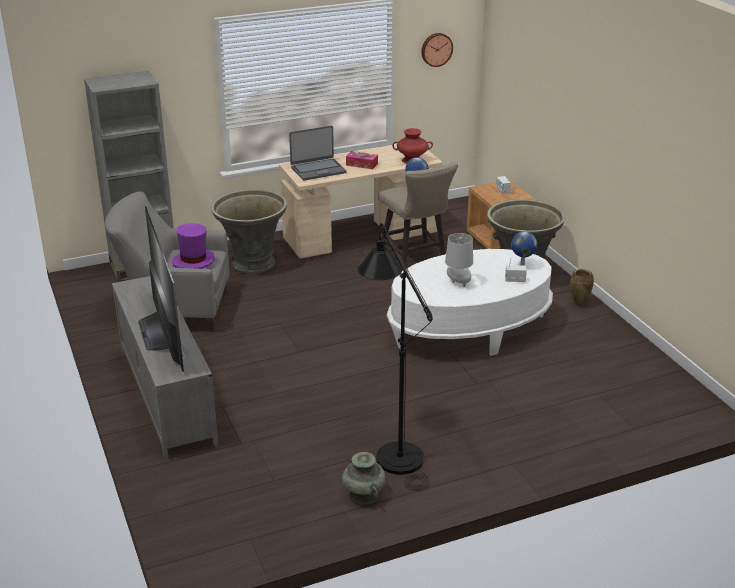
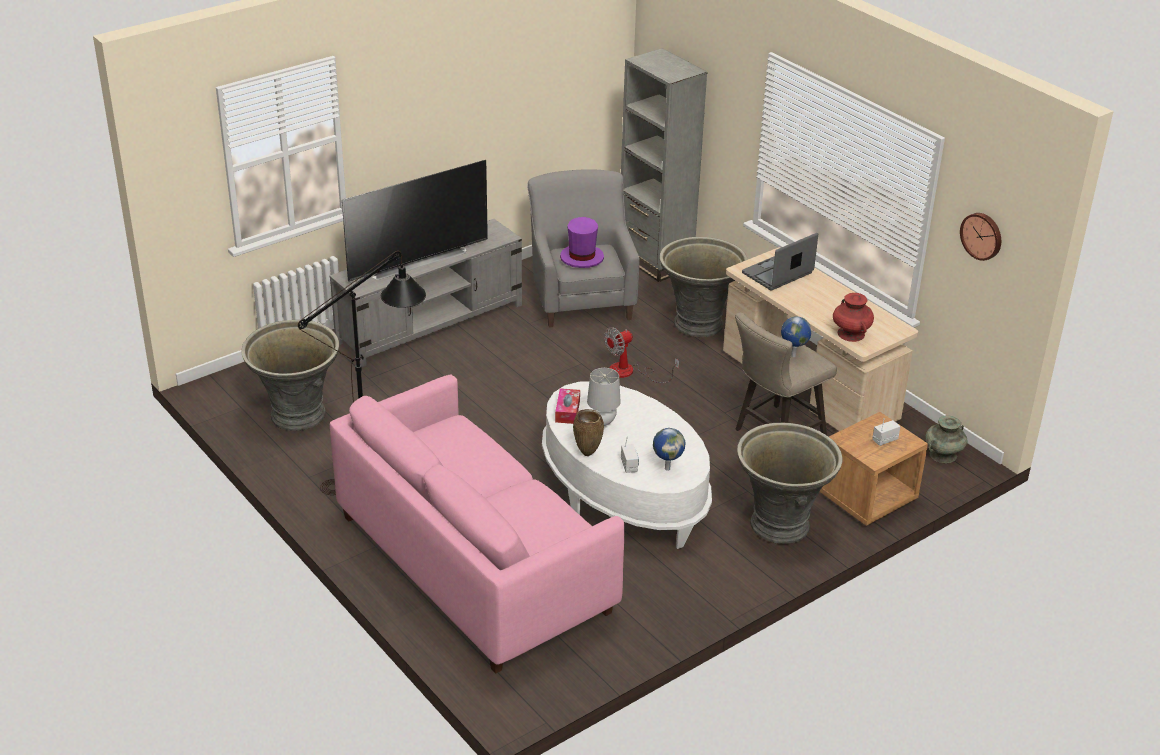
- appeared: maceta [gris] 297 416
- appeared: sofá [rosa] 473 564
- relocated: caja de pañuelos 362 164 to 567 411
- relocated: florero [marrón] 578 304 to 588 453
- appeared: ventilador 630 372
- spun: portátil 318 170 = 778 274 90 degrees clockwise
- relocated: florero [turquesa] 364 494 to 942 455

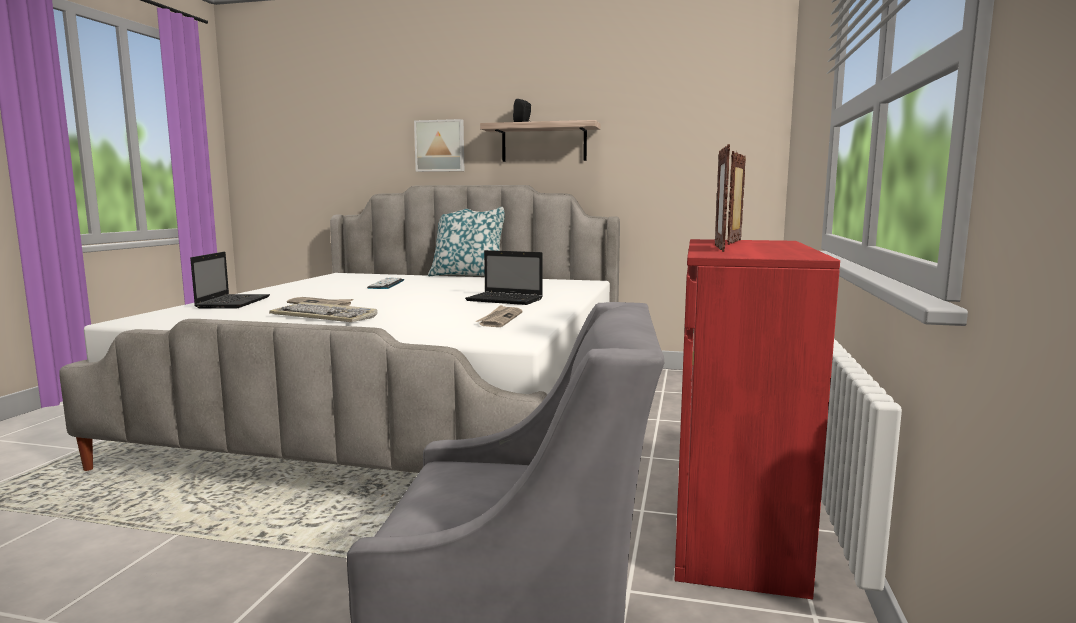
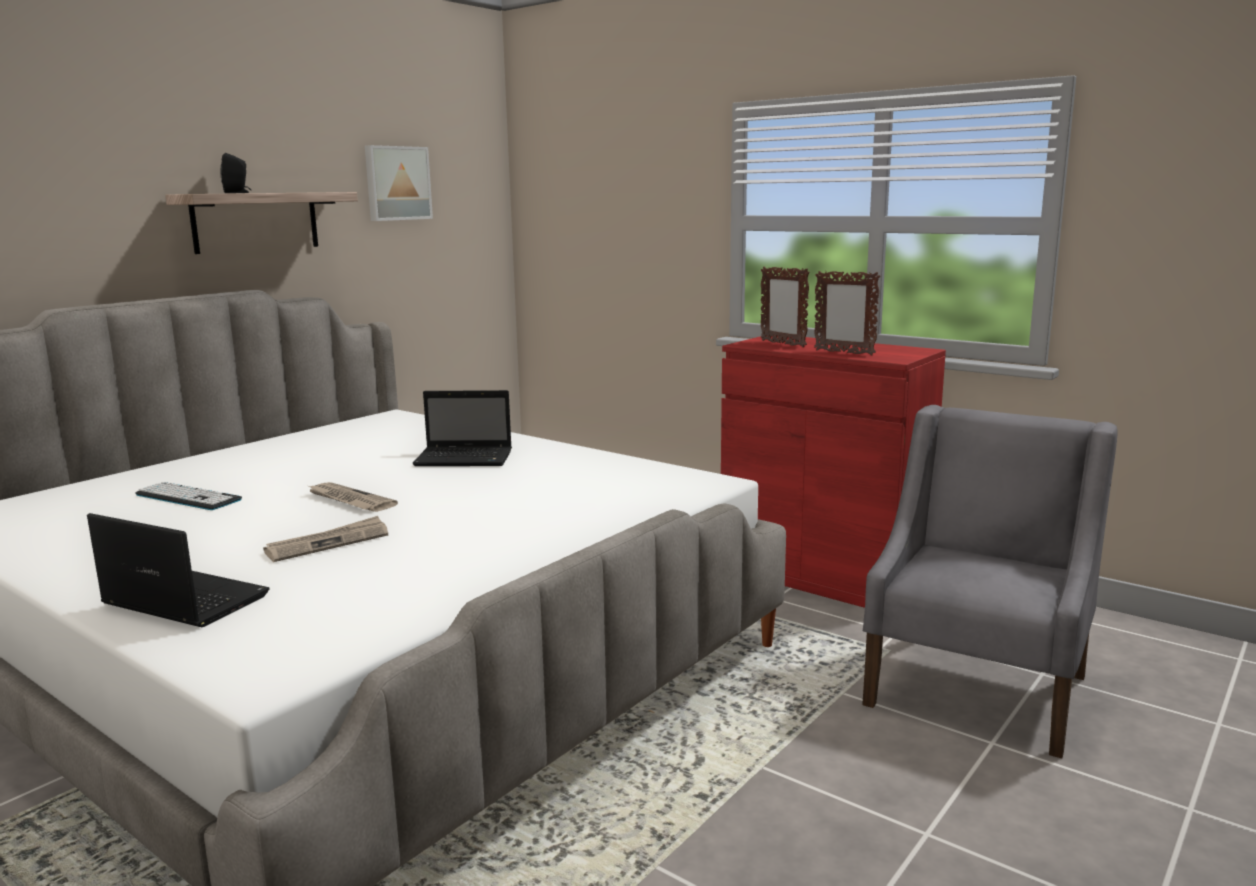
- relocated: periódico 500 319 to 349 500
- relocated: cuadro 440 146 to 397 183
- spun: portátil 506 300 = 466 458 45 degrees clockwise
- missing: teclado 325 317
- missing: cojín 468 276

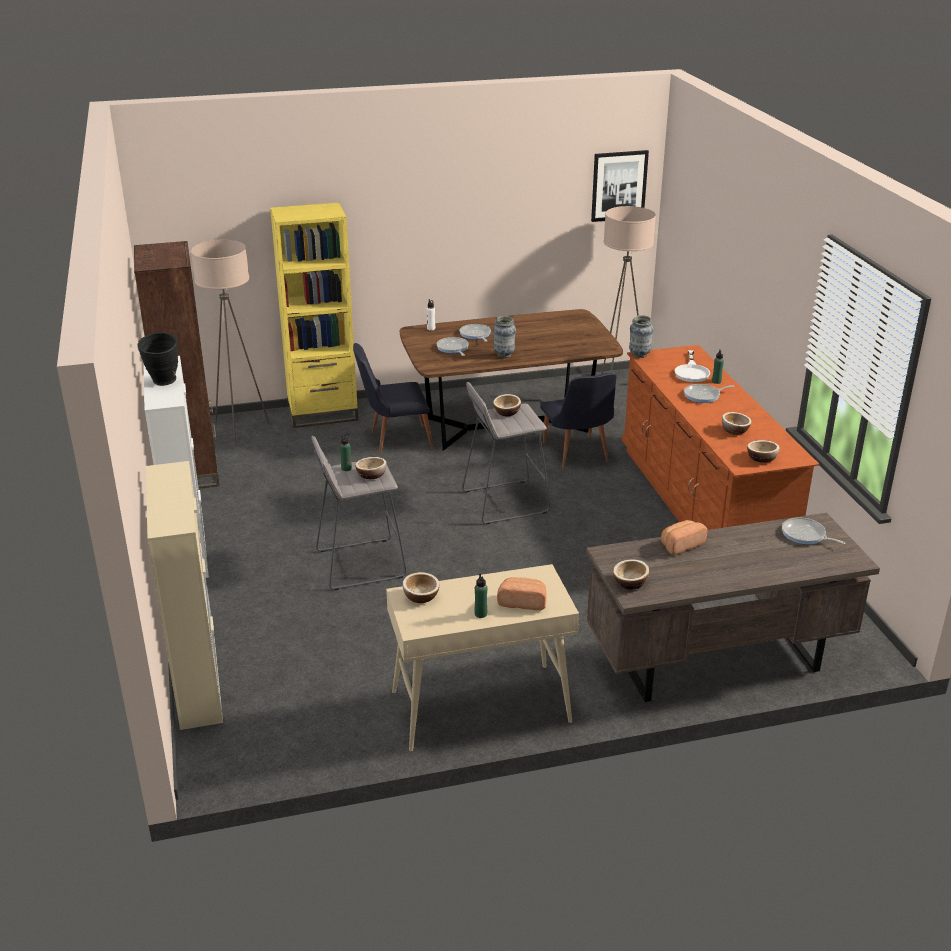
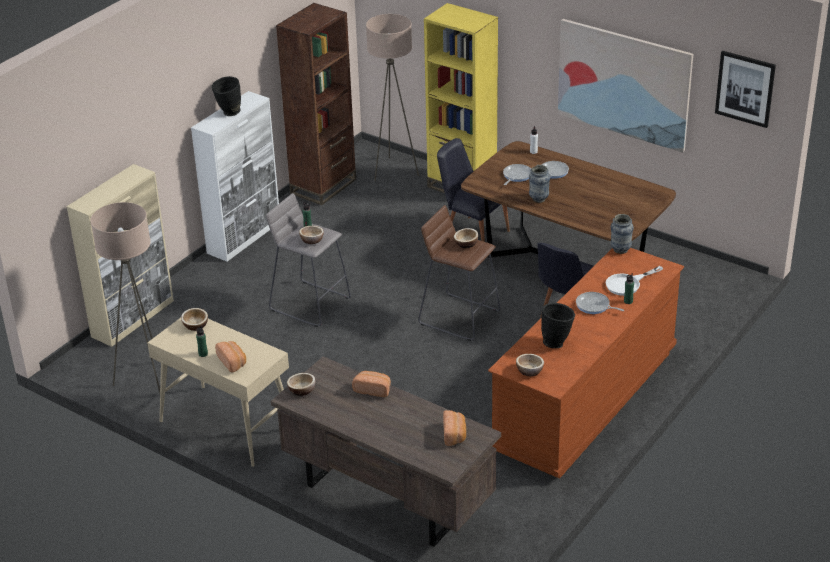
- relocated: lámpara de pie [beis] 619 385 to 145 380
- colour: taburete [gris] 504 502 to taburete [marrón] 459 316
- exchanged: sartén 805 535 to pan 455 435
- exchanged: cuenco 735 430 to florero [negro] 557 342
- appeared: cuadro 624 84

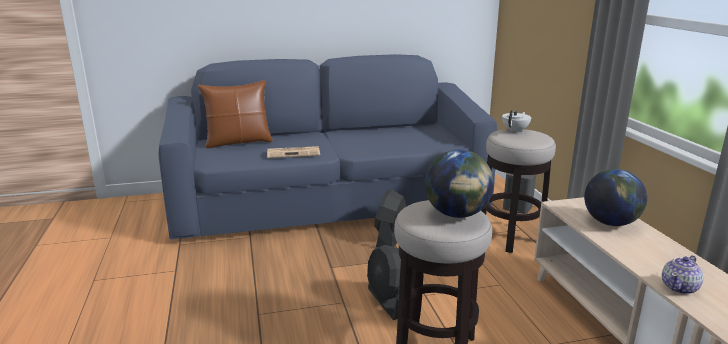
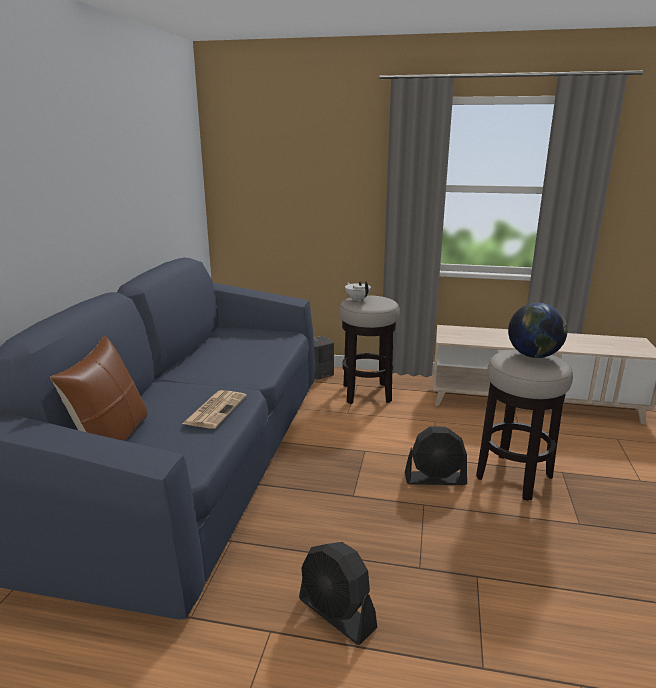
- relocated: ventilador [negro] 390 237 to 337 614
- missing: globo terráqueo 610 223
- missing: tetera 680 287

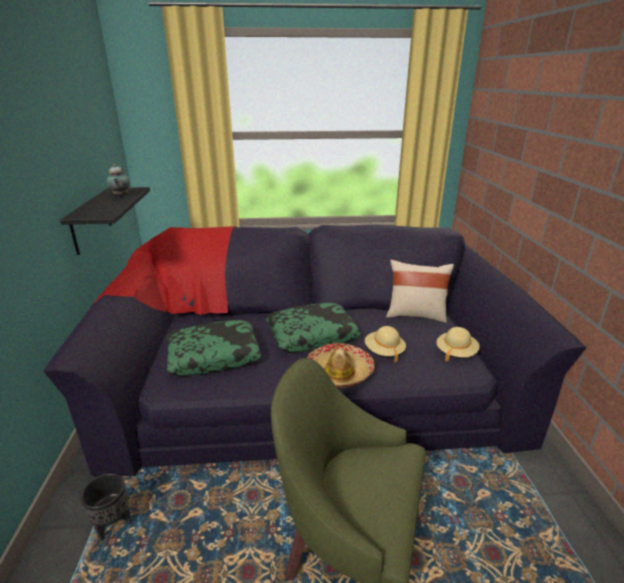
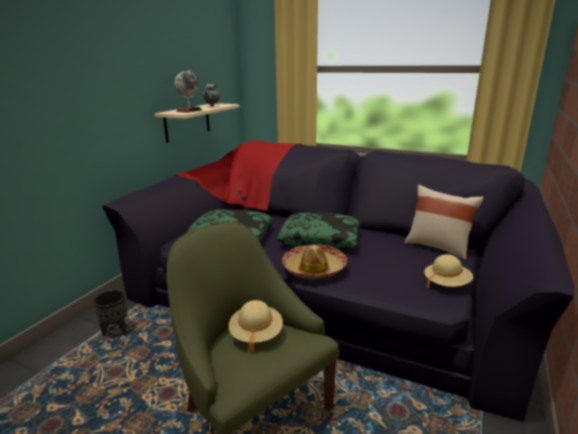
- colour: estante [negro] 91 220 to estante [beis] 187 122
- appeared: globo terráqueo 189 110
- relocated: sombrero [beis] 384 351 to 256 334

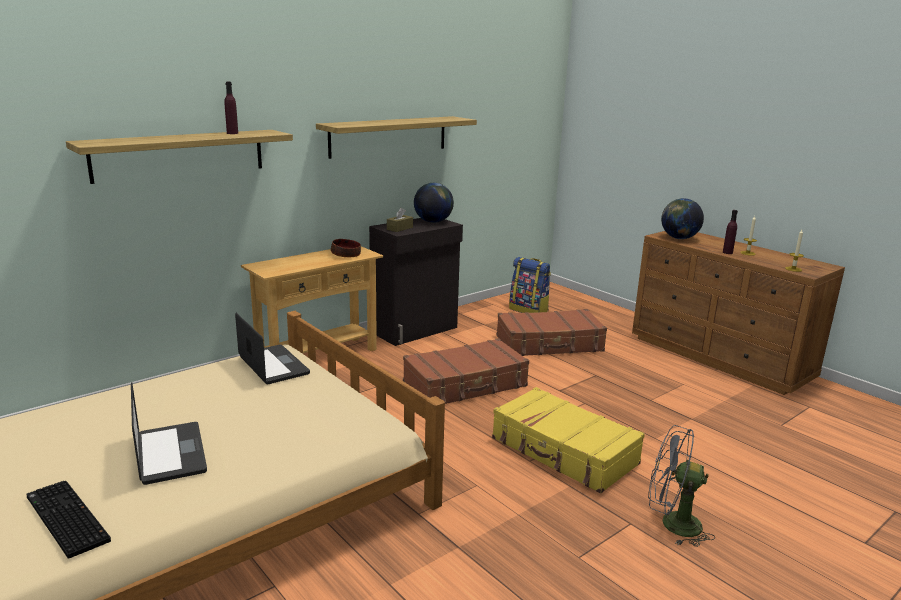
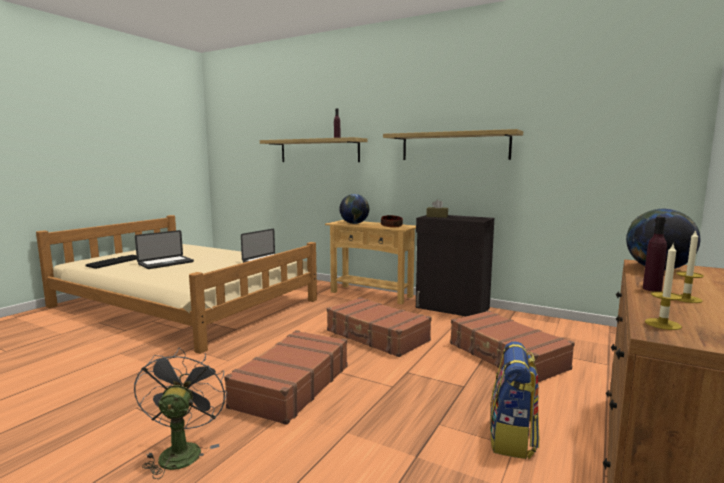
- colour: maleta [amarillo] 563 452 to maleta [marrón] 291 386
- relocated: globo terráqueo 433 222 to 354 223
- relocated: mochila 529 310 to 512 439

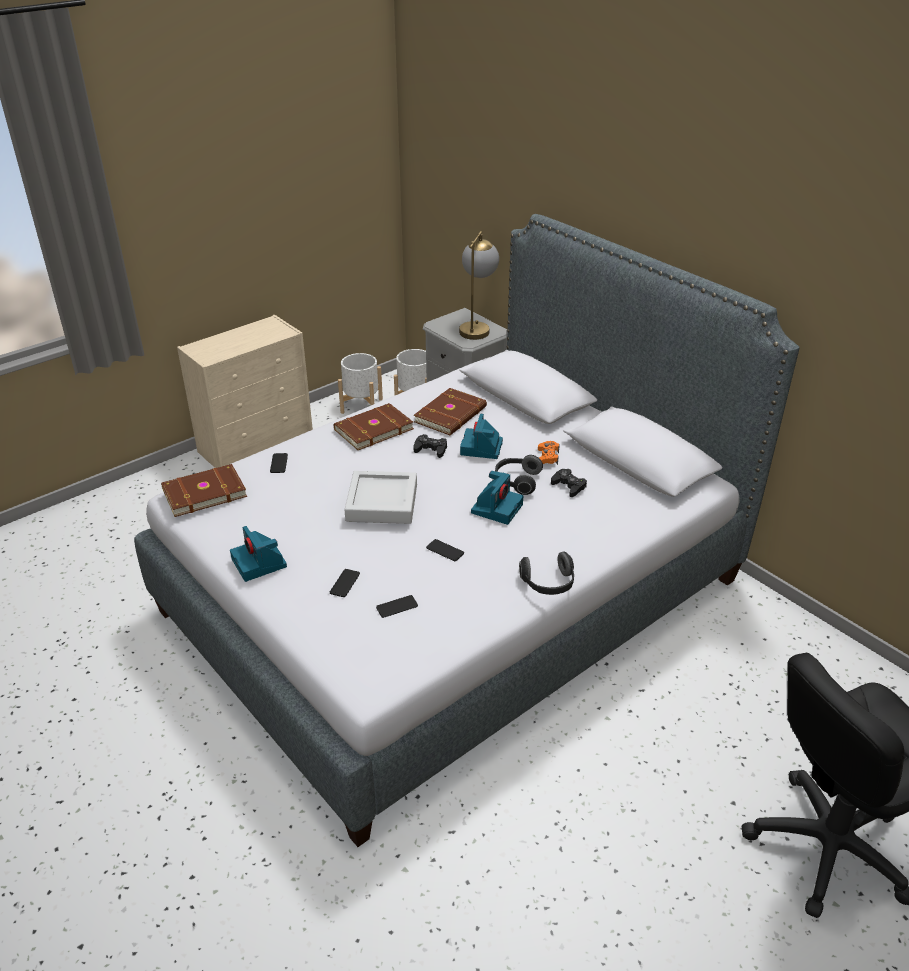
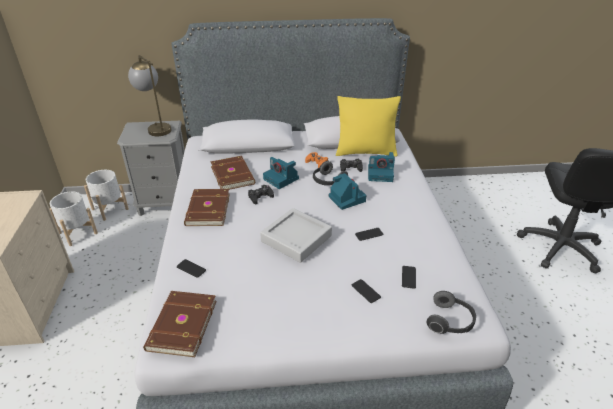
- appeared: cojín [amarillo] 365 152
- relocated: cámara 260 563 to 381 174
- relocated: auriculares 548 584 to 450 322

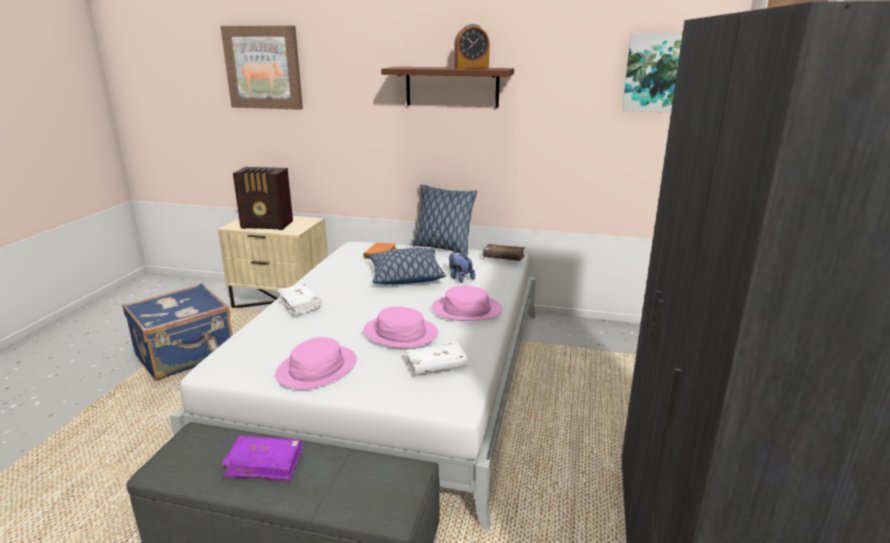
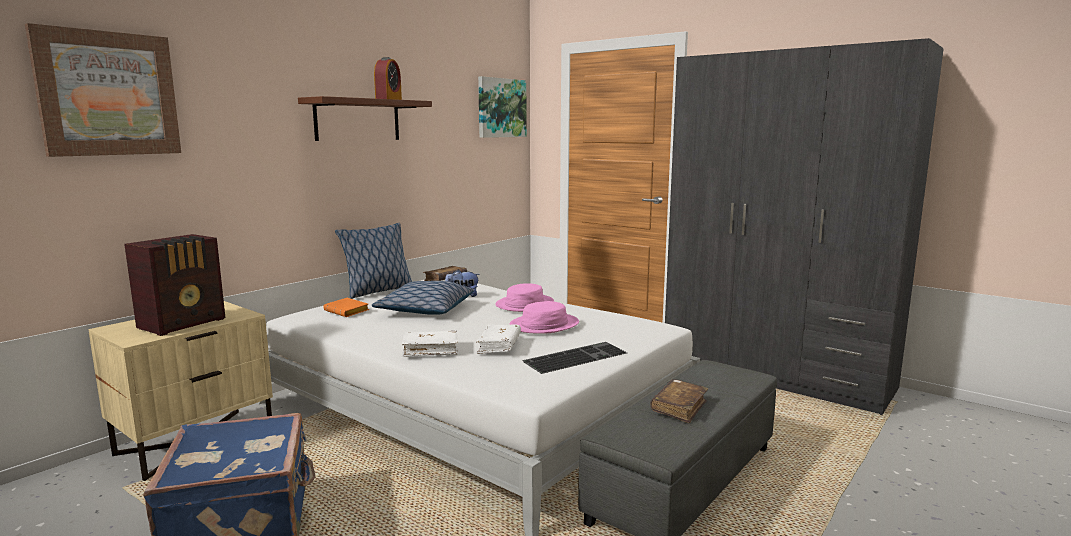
- relocated: libro [blanco] 436 366 to 499 346
- exchanged: sombrero [rosa] 317 368 to teclado 575 357
- colour: libro [morado] 265 464 to libro [marrón] 679 408

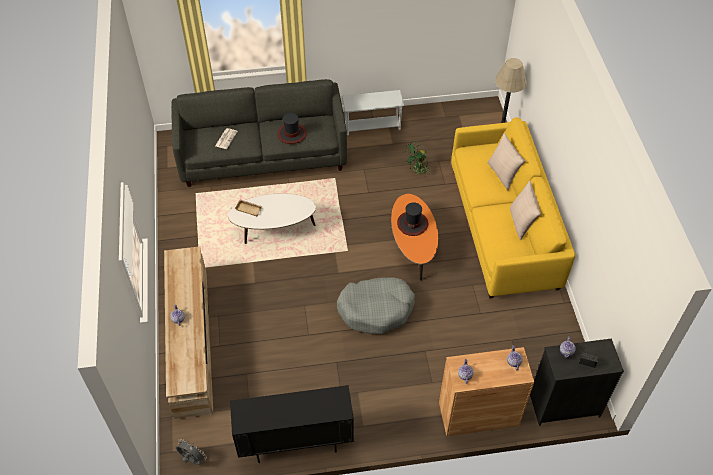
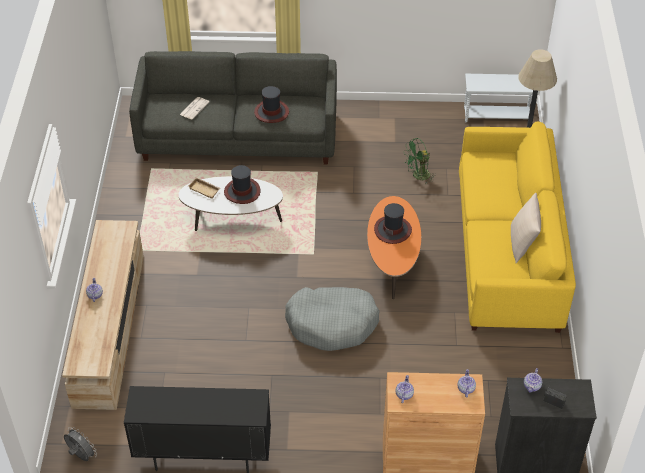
- appeared: sombrero 242 191
- relocated: mesa auxiliar [blanco] 372 126 to 496 116
- missing: cojín [beis] 503 174

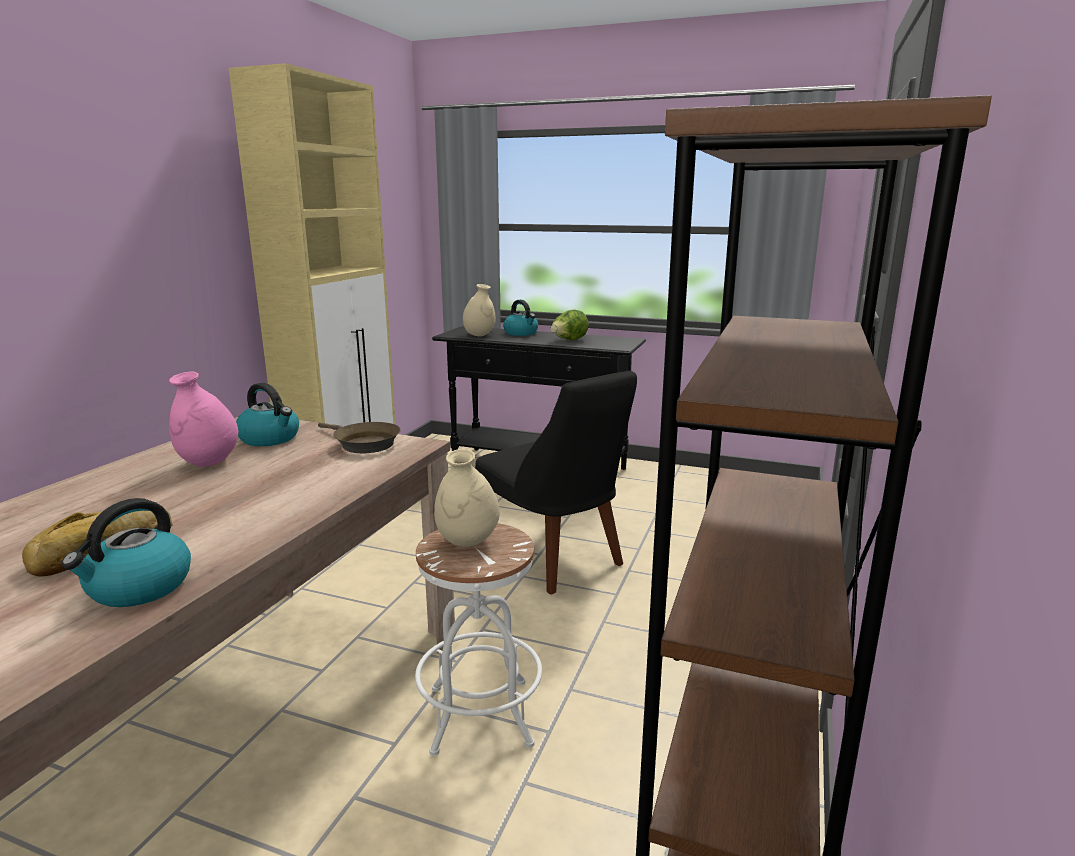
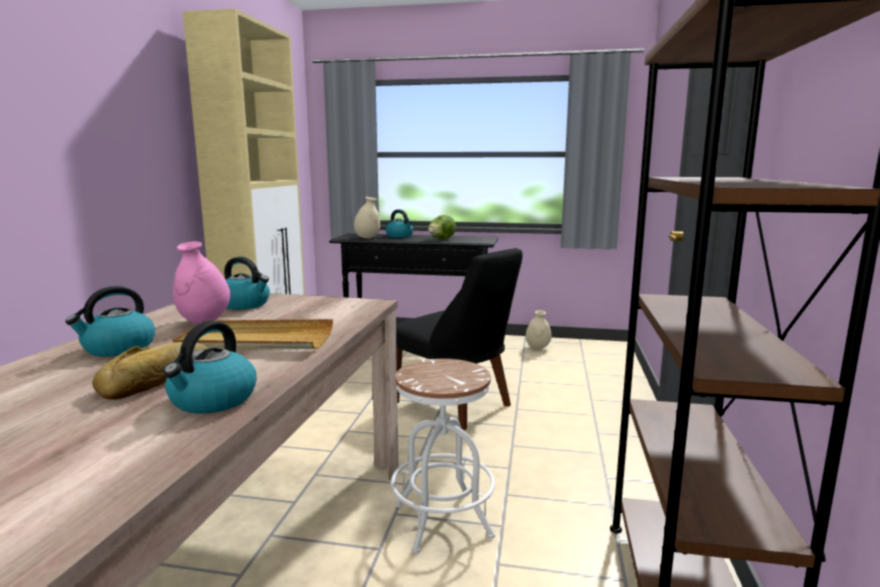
- appeared: hervidor 118 348
- appeared: bandeja [beis] 256 341
- relocated: florero [beis] 467 542 to 537 348
- missing: sartén [marrón] 363 444

